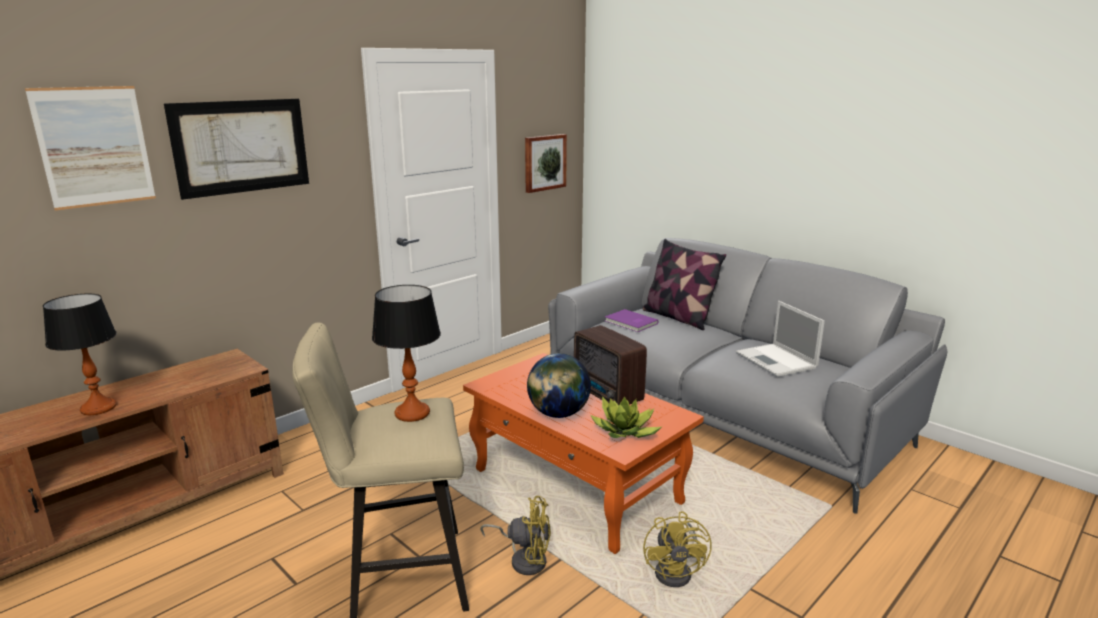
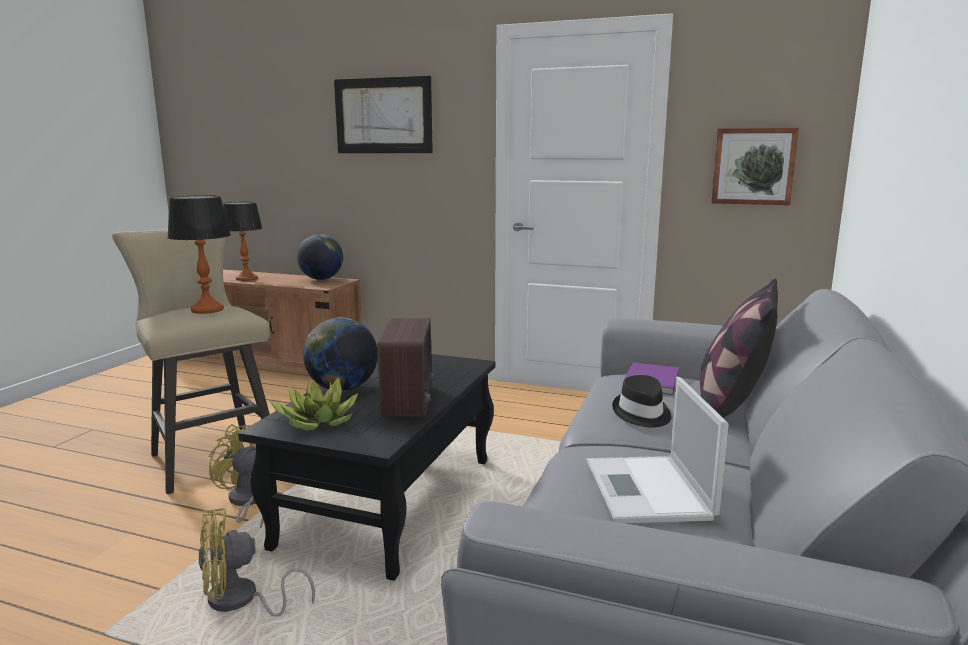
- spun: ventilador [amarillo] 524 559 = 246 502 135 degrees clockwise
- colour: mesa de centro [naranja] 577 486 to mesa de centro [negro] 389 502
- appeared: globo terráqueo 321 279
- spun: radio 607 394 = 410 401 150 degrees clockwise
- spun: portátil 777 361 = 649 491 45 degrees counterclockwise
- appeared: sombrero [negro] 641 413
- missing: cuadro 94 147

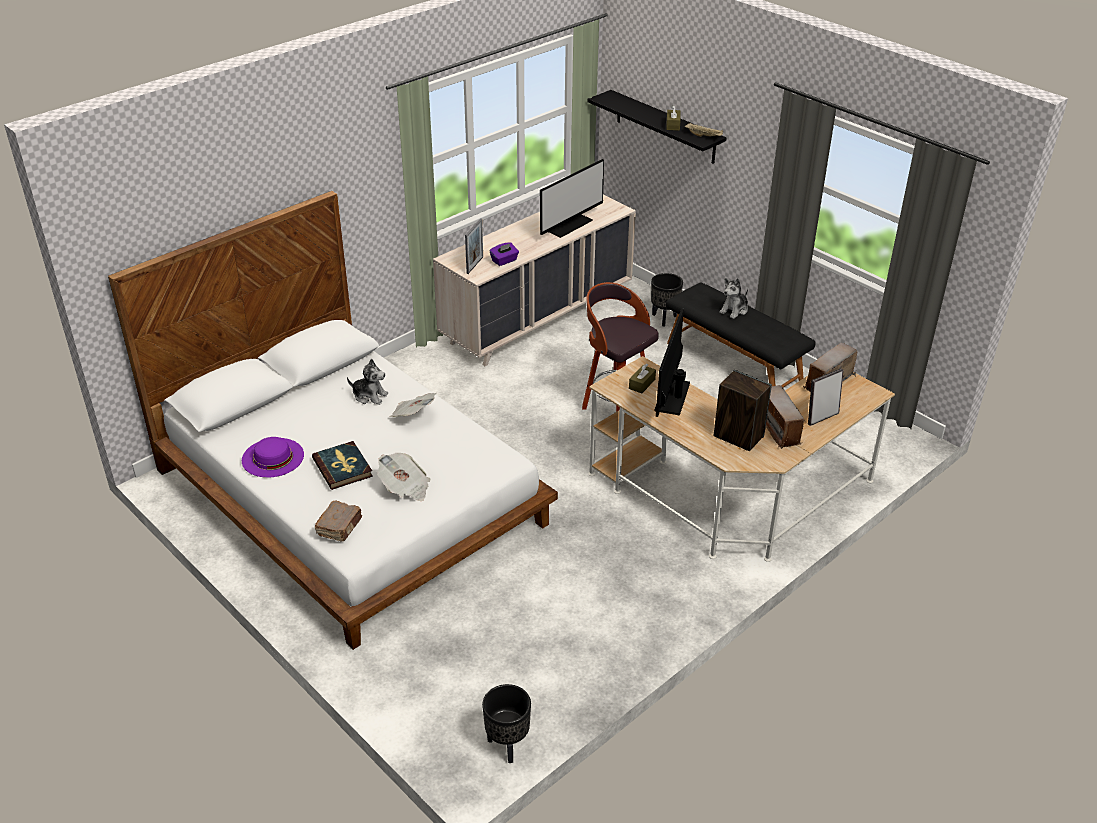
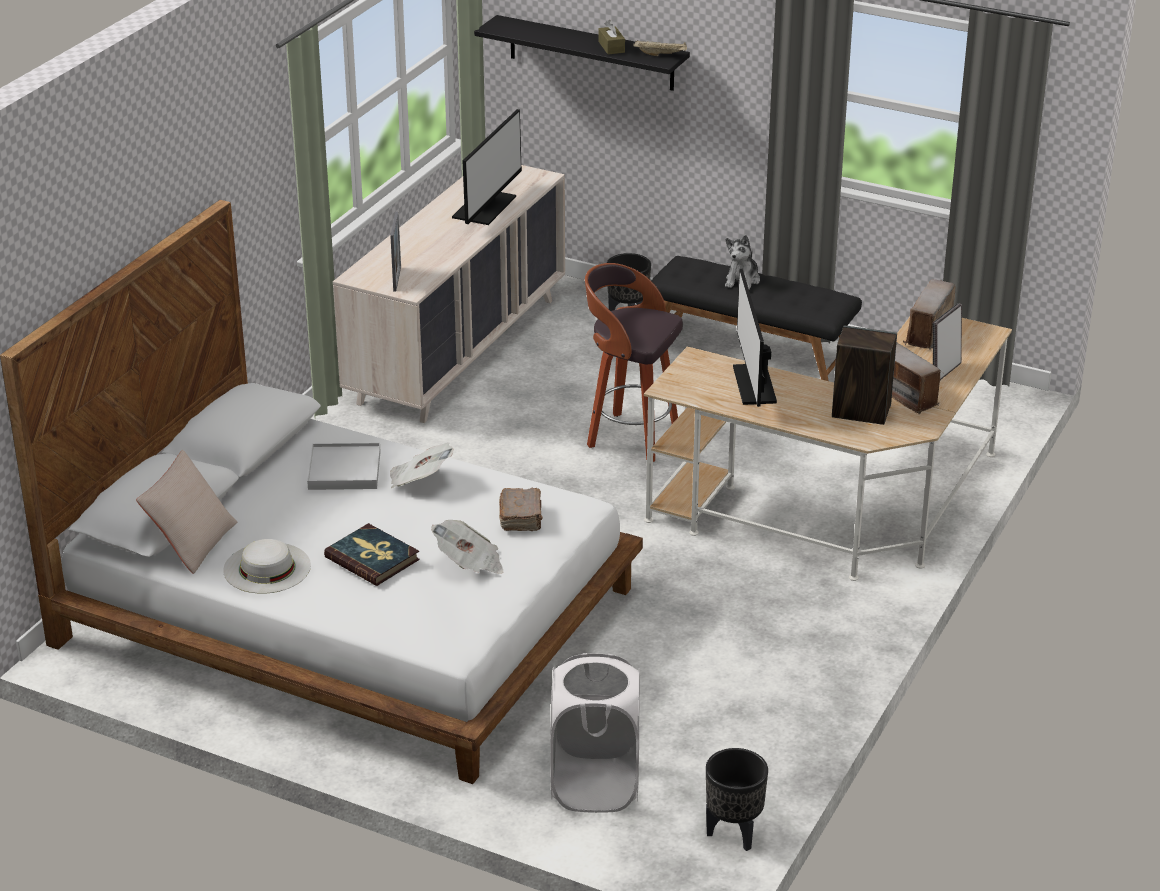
- appeared: cojín [beis] 191 542
- colour: sombrero [morado] 273 457 to sombrero [blanco] 267 568
- exchanged: peluche 369 396 to bandeja [blanco] 344 470
- relocated: libro [marrón] 340 527 to 521 518
- appeared: cesto de la ropa [blanco] 594 786
- missing: caja de pañuelos [morado] 504 261
- missing: caja de pañuelos [marrón] 642 384

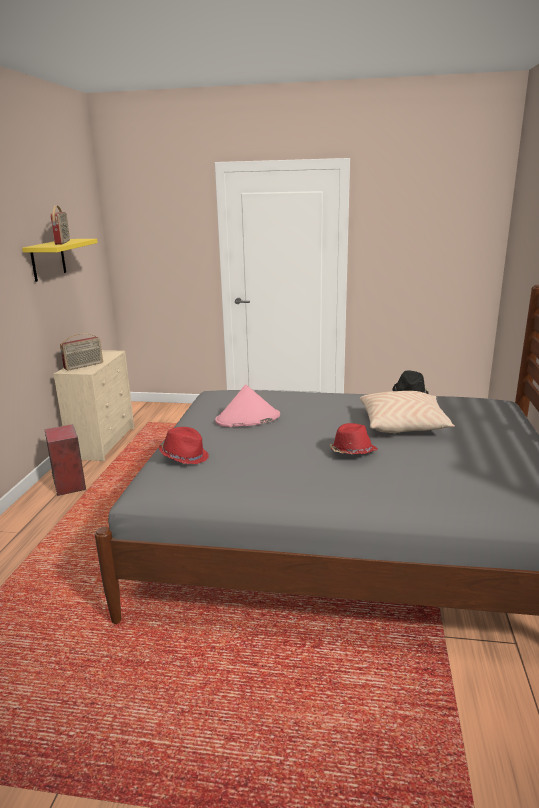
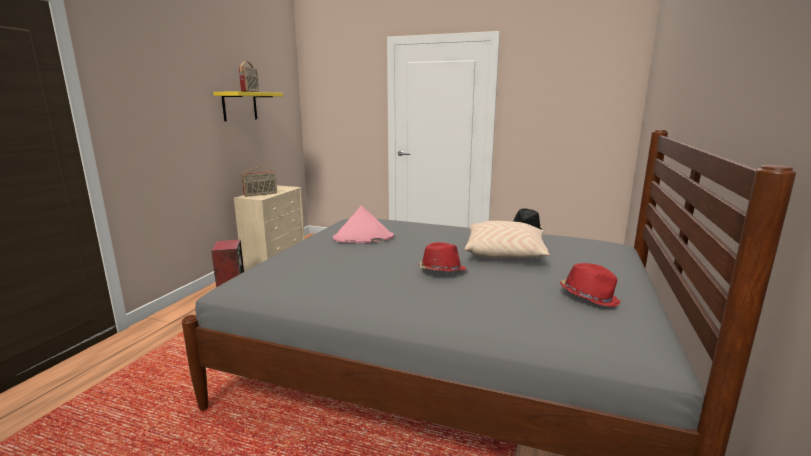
- relocated: sombrero [rojo] 184 456 to 588 297

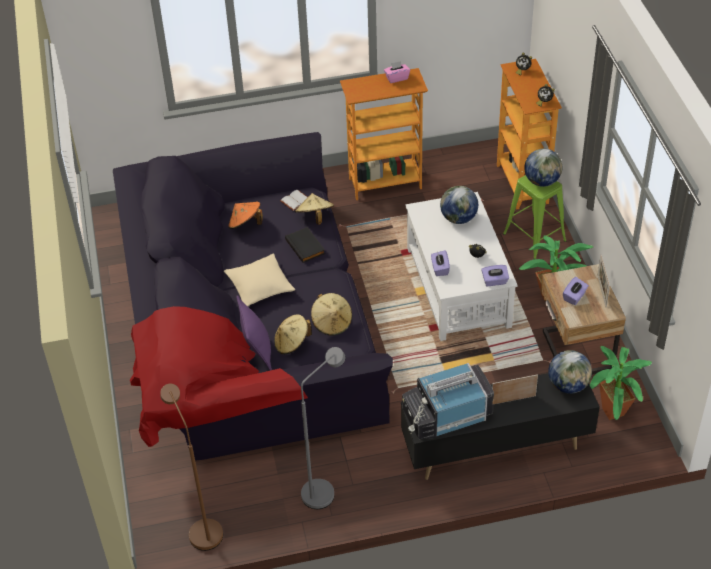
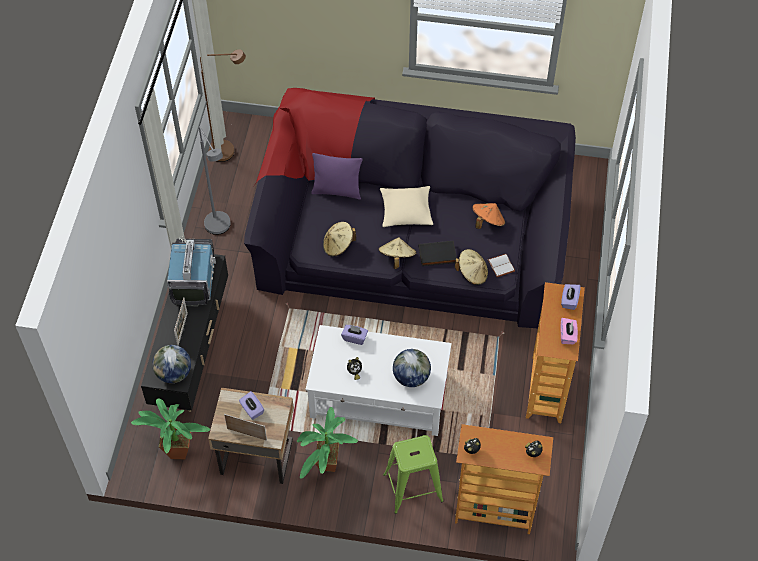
- relocated: sombrero [beis] 292 343 to 396 258
- relocated: caja de pañuelos [morado] 494 281 to 569 301
- missing: globo terráqueo 542 181

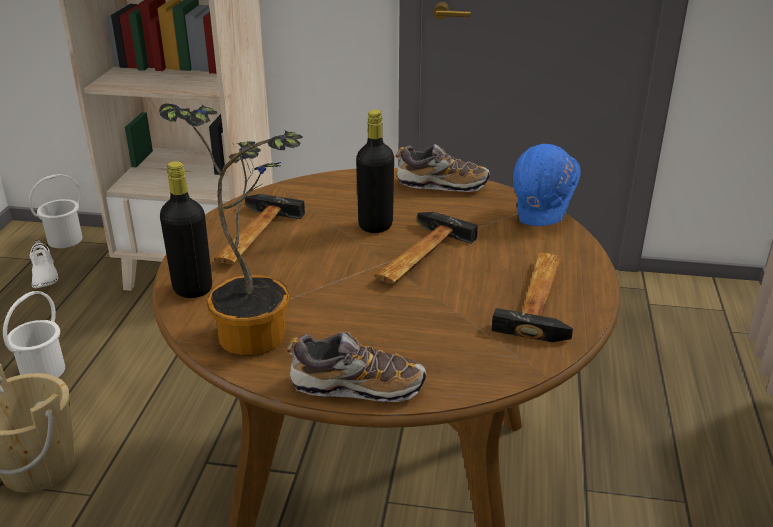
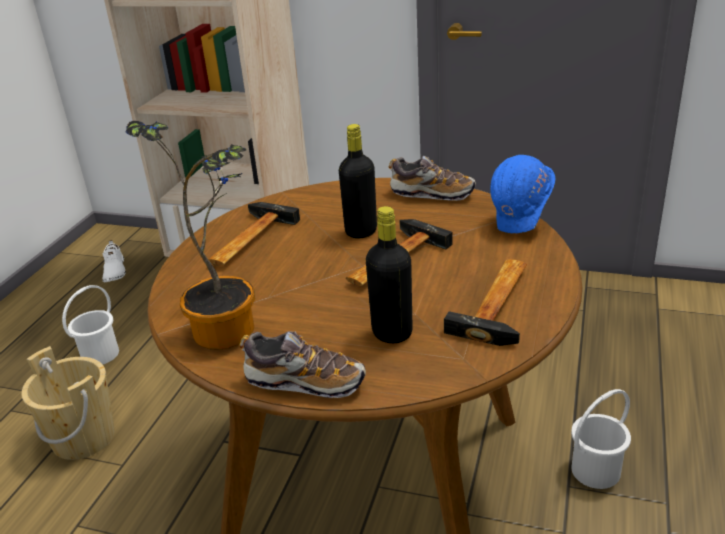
- relocated: botella [negro] 192 289 to 392 333
- relocated: cubo [blanco] 64 239 to 594 470

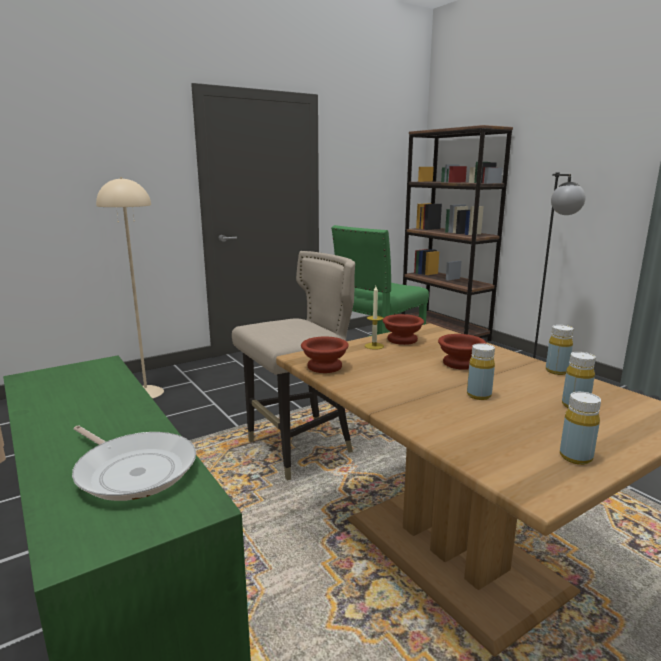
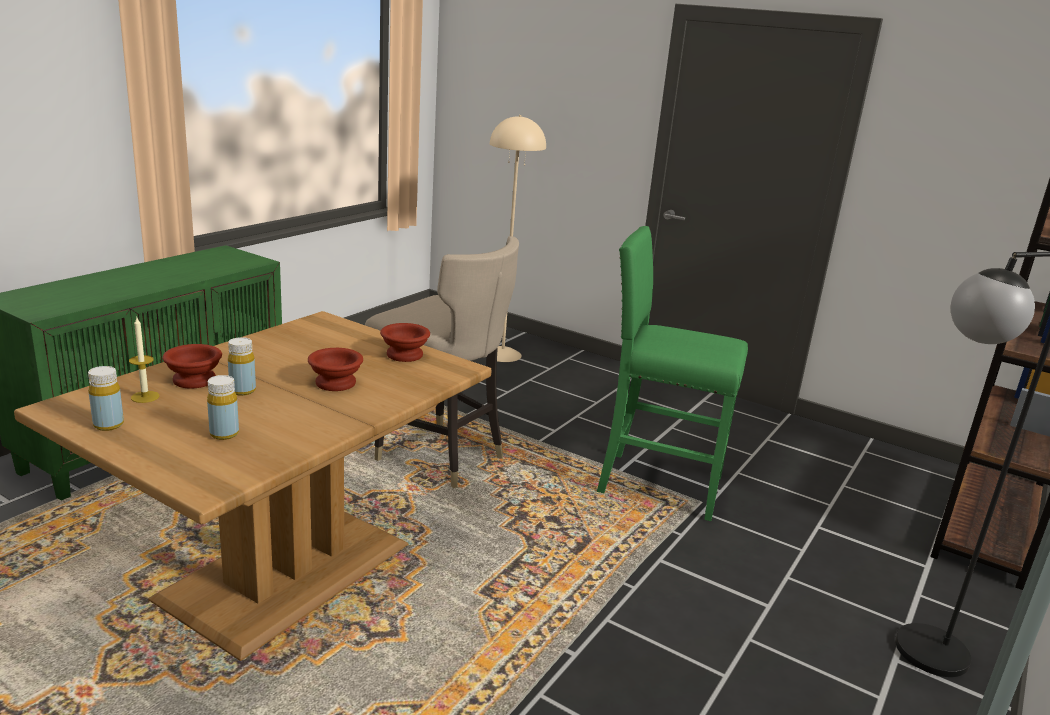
- relocated: vela 374 346 to 145 397
- relocated: cuenco [marrón] 326 366 to 195 381
- missing: sartén 133 470
- missing: botella [amarillo] 556 371

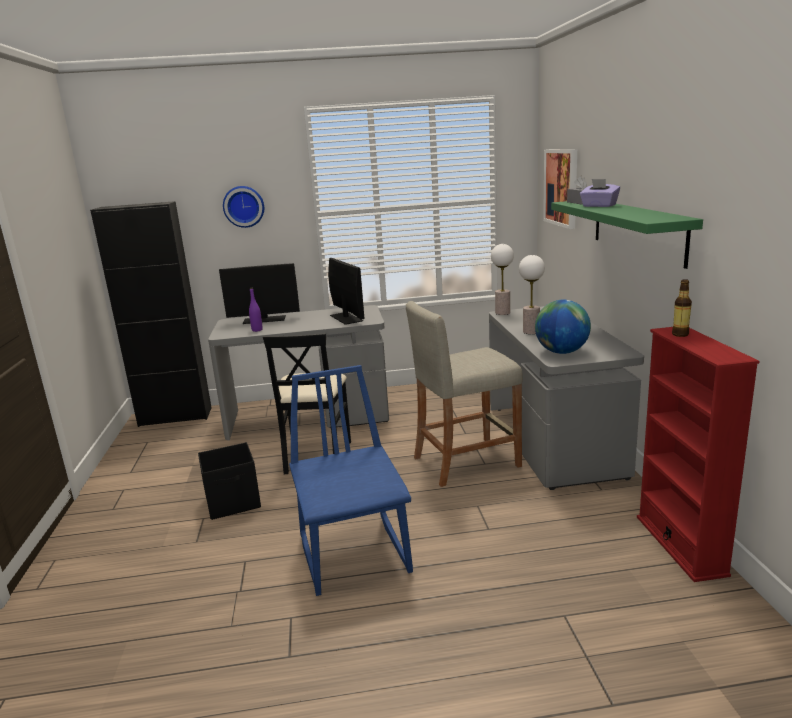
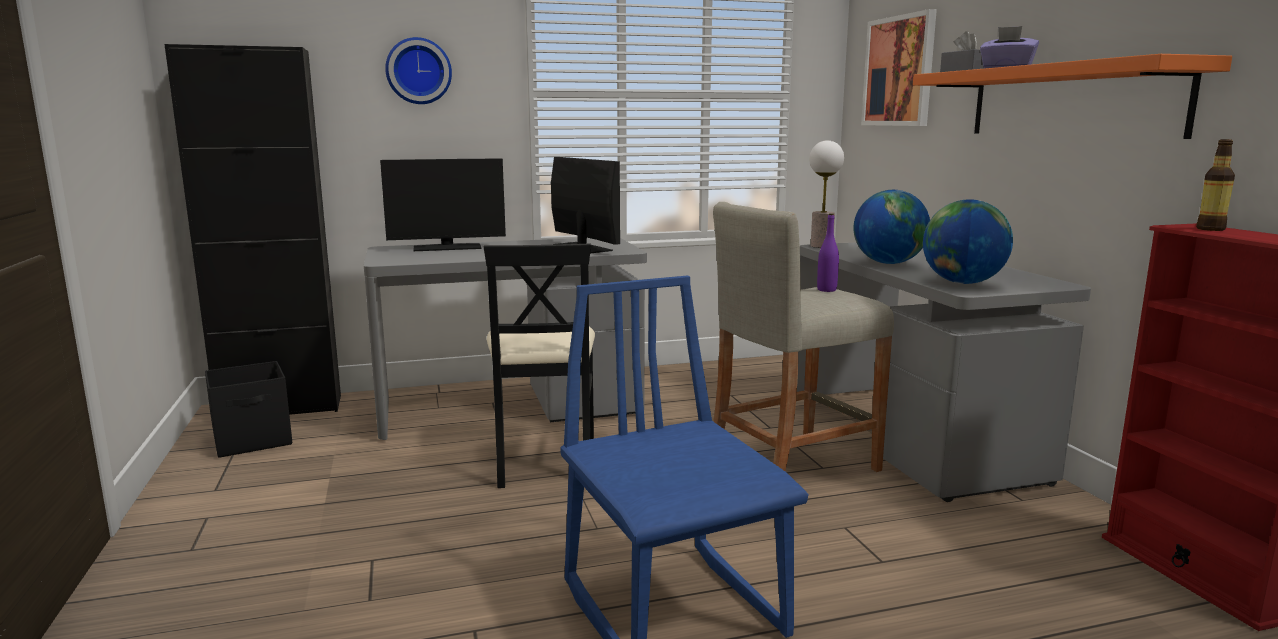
- relocated: caja de almacenaje [negro] 234 502 to 254 440
- relocated: botella [morado] 257 330 to 826 290
- exchanged: lámpara de mesa 531 331 to globo terráqueo 888 263
- colour: estante [verde] 637 230 to estante [naranja] 1070 101

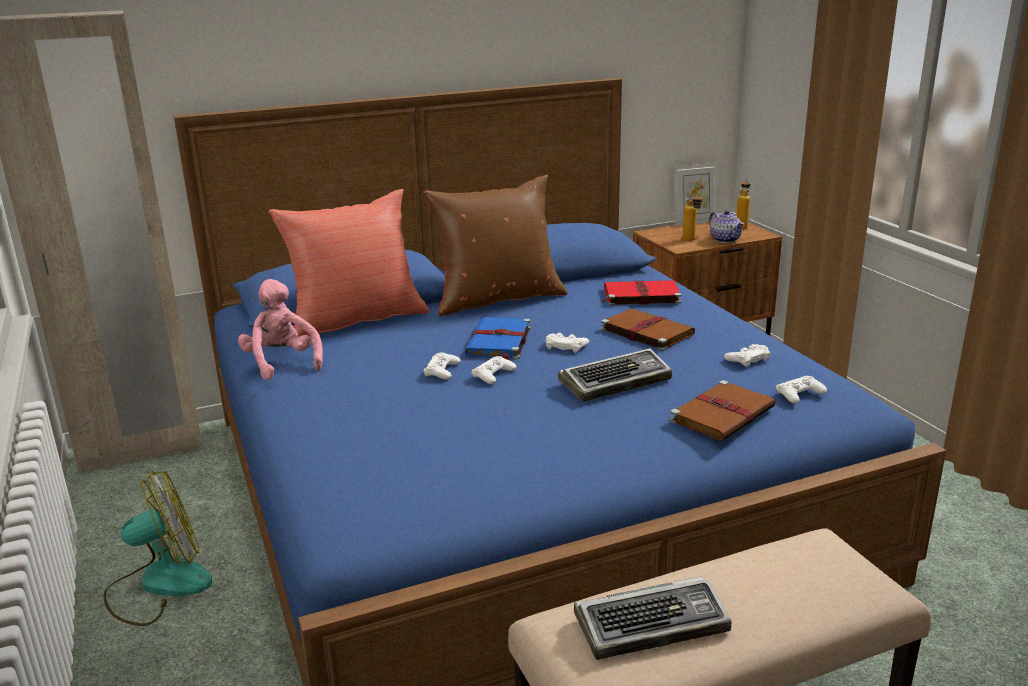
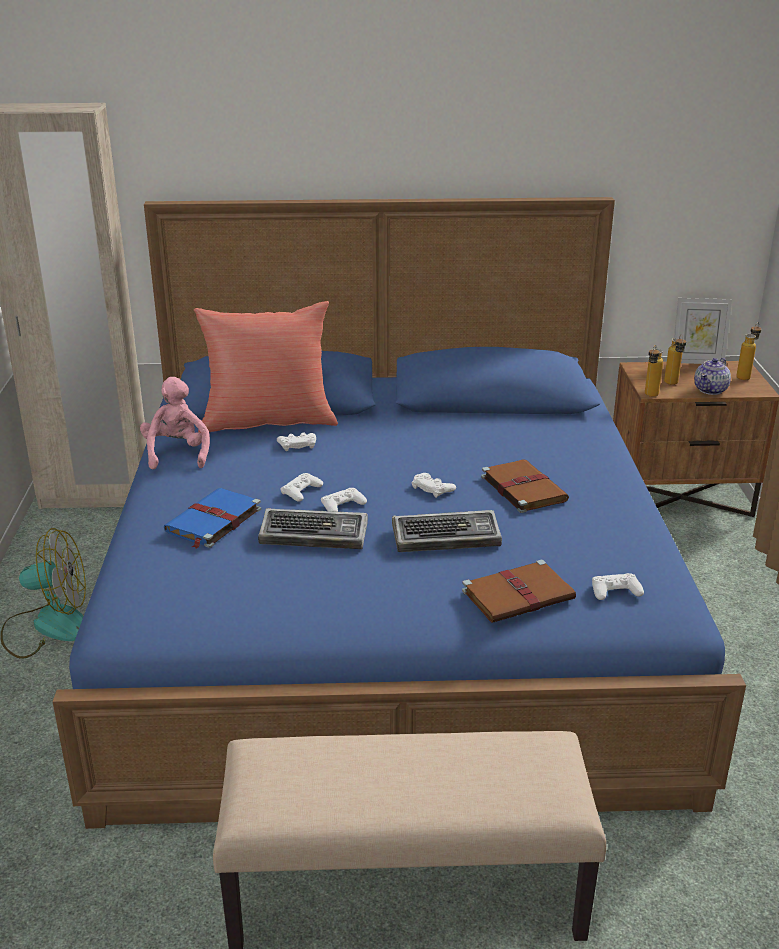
- relocated: libro [azul] 498 342 to 212 521
- relocated: teclado 653 624 to 315 535
- relocated: mando de consola [blanco] 747 359 to 297 444
- appeared: botella 650 396
- spun: tetera 725 239 = 711 390 45 degrees clockwise
- missing: cojín [marrón] 497 299
- missing: libro [rojo] 640 295

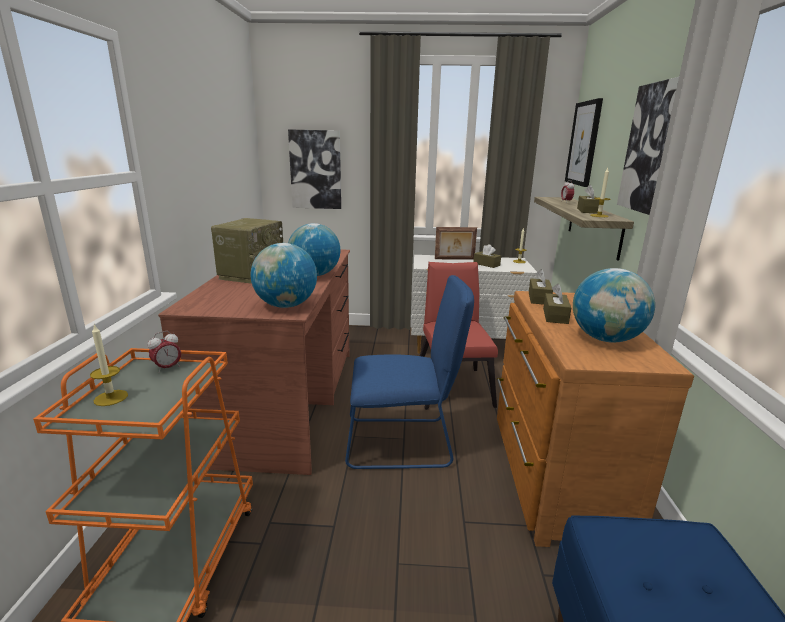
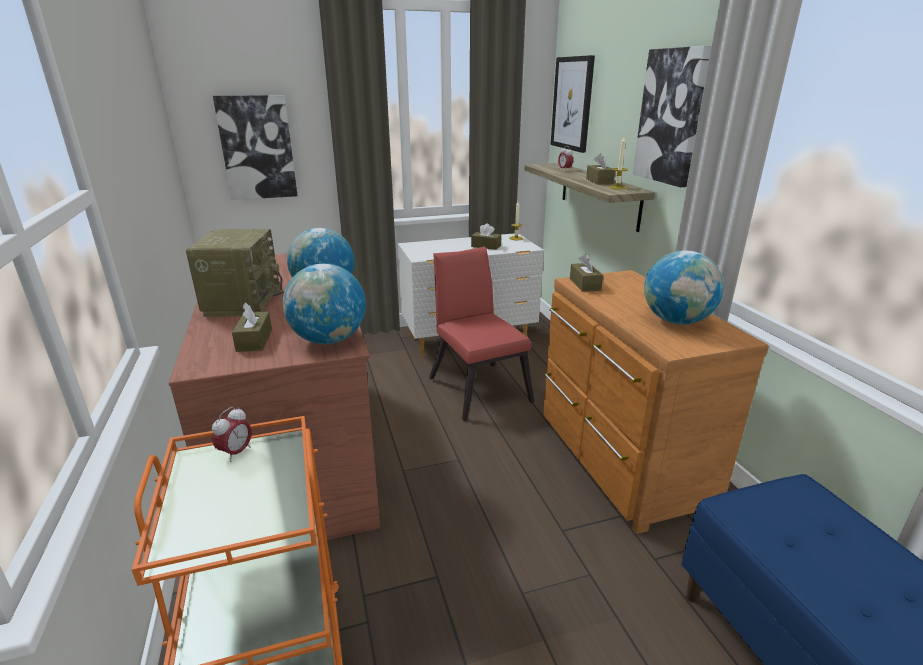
- relocated: caja de pañuelos [marrón] 555 316 to 254 340
- missing: vela 111 398
- missing: silla [azul] 404 443
- missing: portarretratos 454 259

